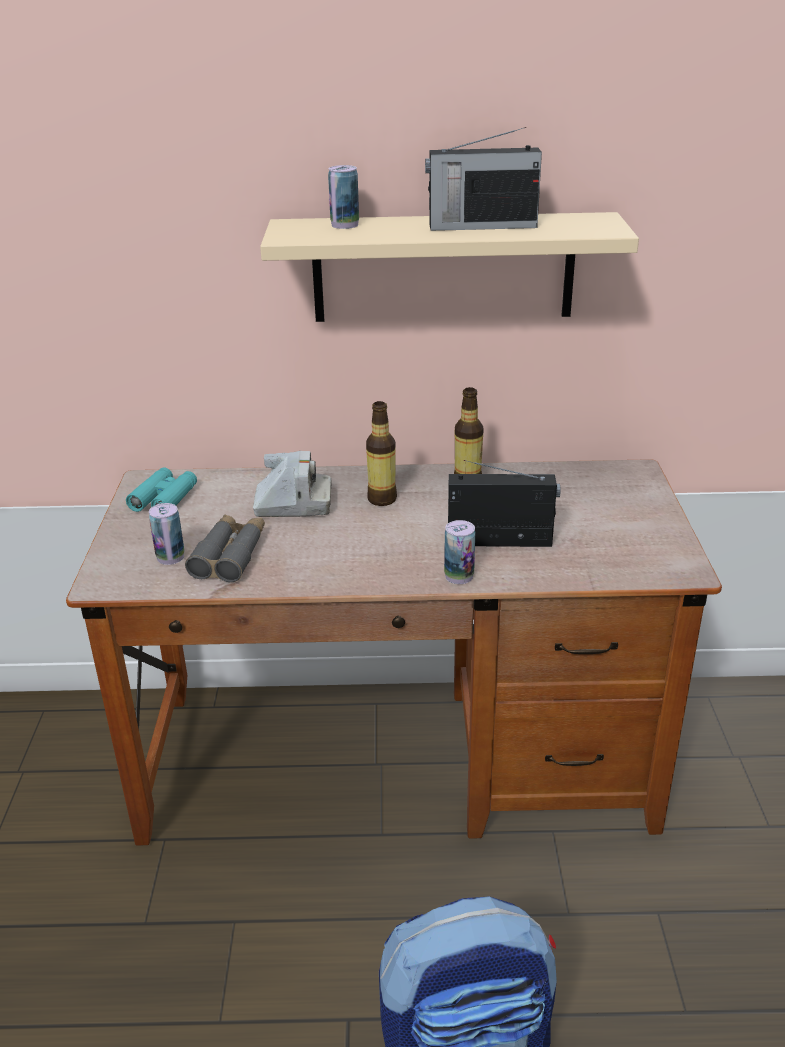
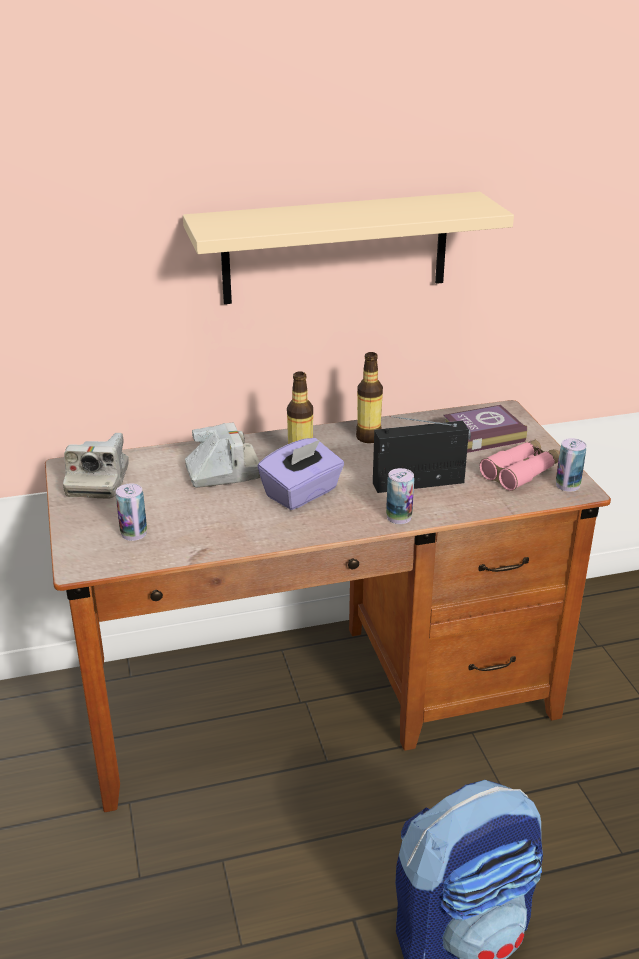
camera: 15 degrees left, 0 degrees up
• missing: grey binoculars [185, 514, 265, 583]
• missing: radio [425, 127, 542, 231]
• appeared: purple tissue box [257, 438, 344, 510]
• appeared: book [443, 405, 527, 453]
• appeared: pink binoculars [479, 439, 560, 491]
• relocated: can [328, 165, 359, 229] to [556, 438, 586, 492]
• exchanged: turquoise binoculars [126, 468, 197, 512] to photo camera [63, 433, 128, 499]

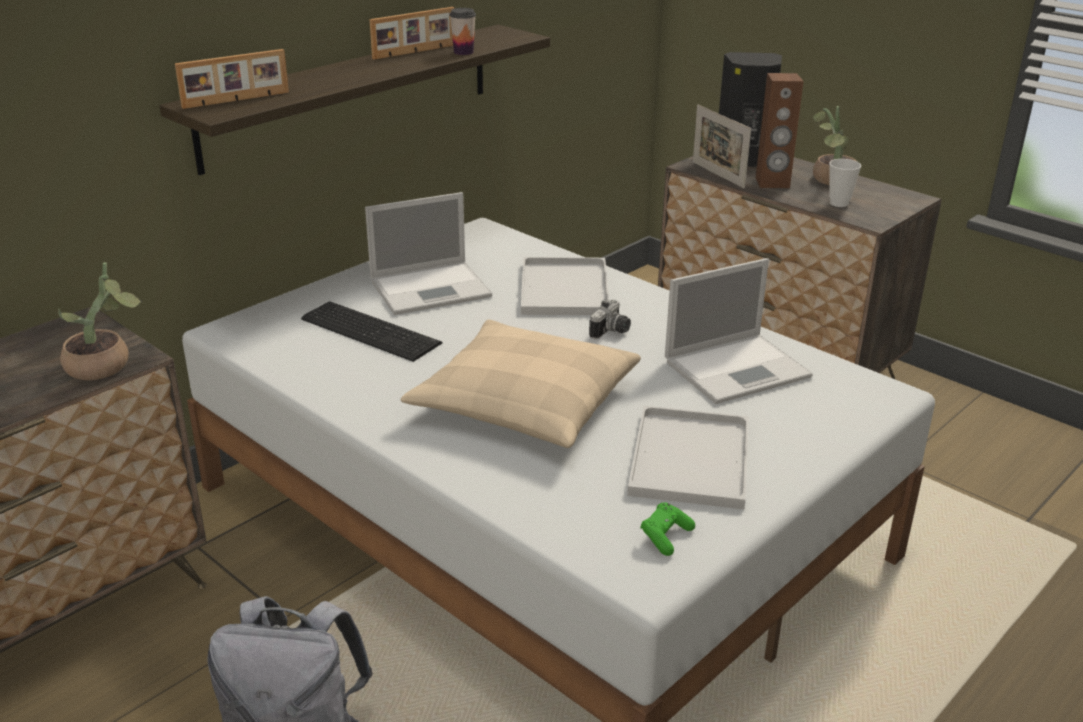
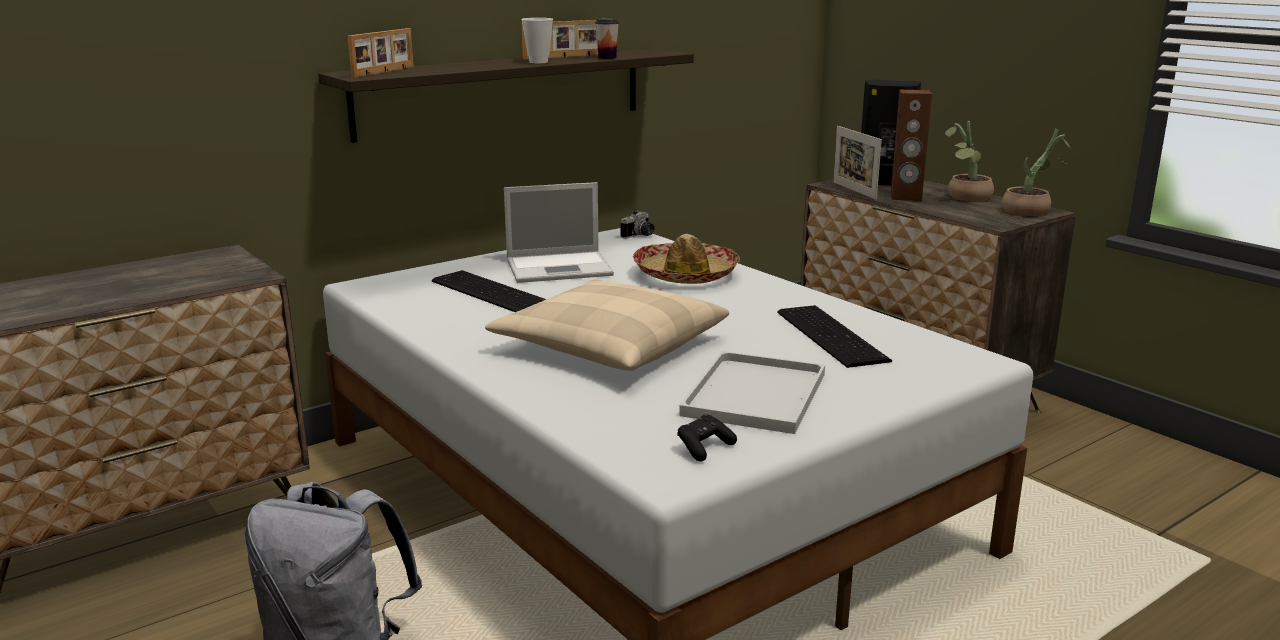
camera: 10 degrees right, 10 degrees down
• relocated: potted plant [58, 262, 143, 380] to [1002, 129, 1071, 216]
• relocated: photo camera [589, 299, 631, 339] to [620, 210, 655, 239]
• relocated: cup [829, 159, 861, 207] to [521, 18, 553, 63]
• exchanged: white tray [521, 257, 609, 315] to hat [633, 234, 740, 284]
• exchanged: laptop [665, 258, 813, 404] to keyboard [777, 305, 892, 368]
• colour: green game controller [640, 502, 695, 556] to black game controller [677, 414, 737, 462]
• spun: picture frame [175, 49, 289, 109] = [348, 28, 414, 78] 45 degrees counterclockwise

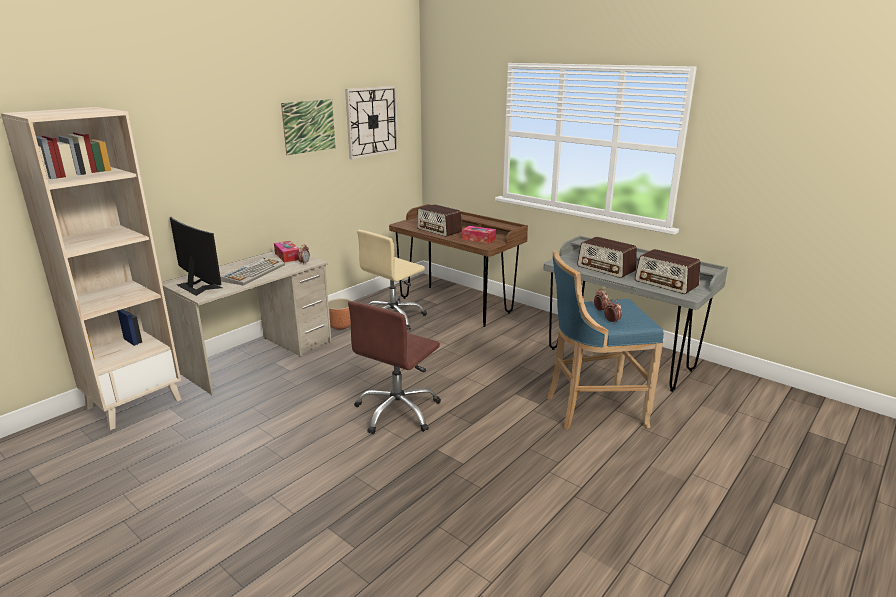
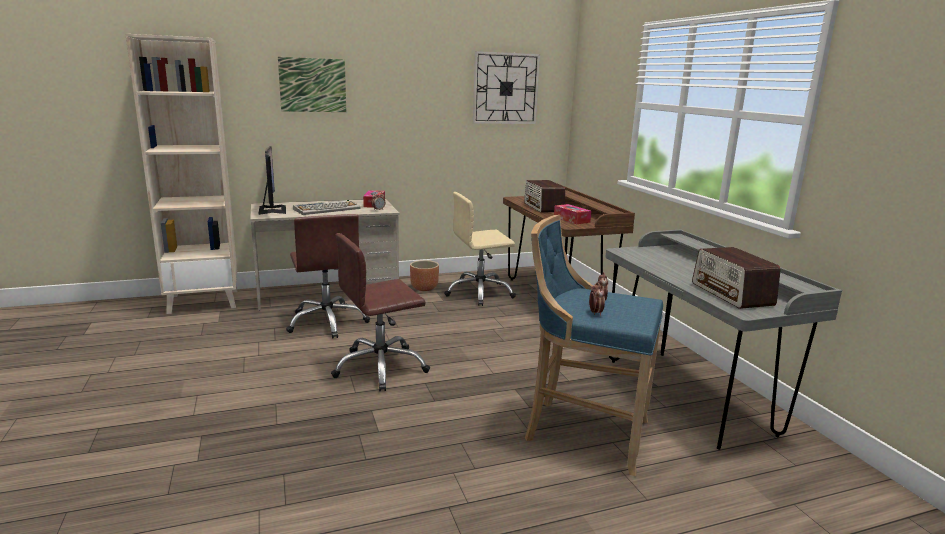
camera: 30 degrees right, 5 degrees down
• missing: radio [577, 237, 637, 278]
• appeared: brown office chair [286, 214, 370, 339]
• relocated: picture [281, 99, 336, 155] to [278, 57, 346, 112]

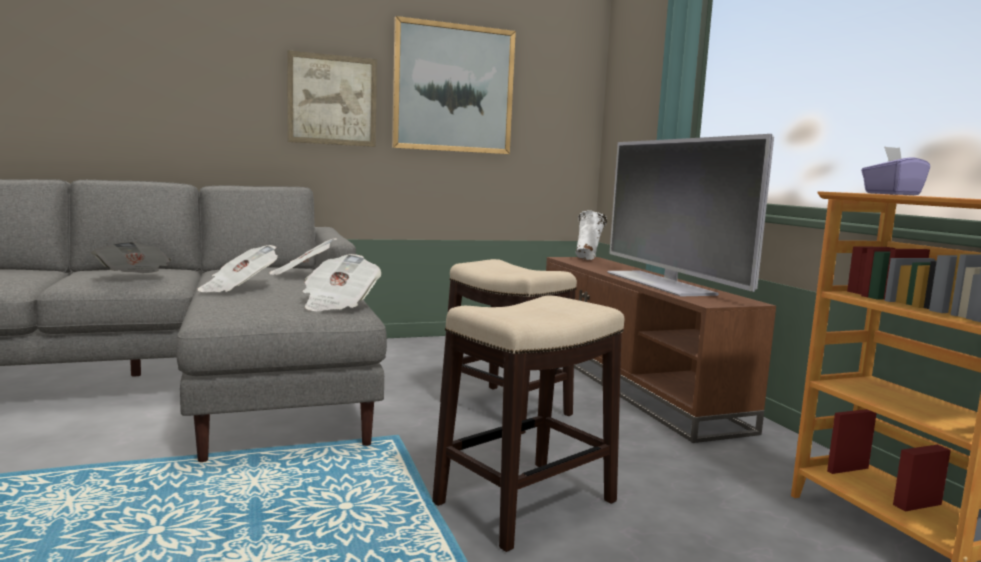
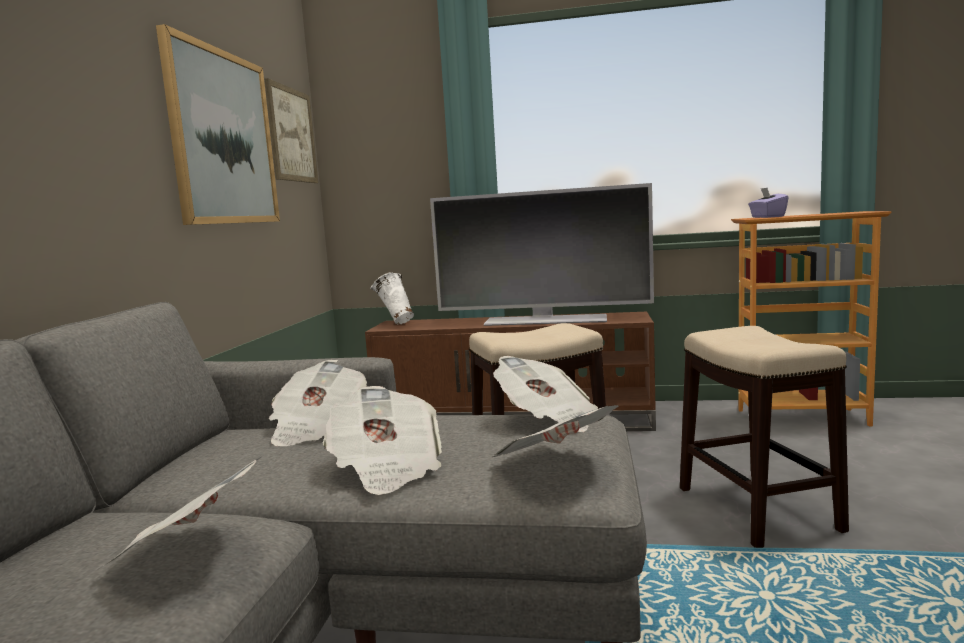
camera: 60 degrees left, 0 degrees up
• appeared: newspaper [493, 405, 618, 457]
• relocated: picture [287, 50, 377, 147] to [265, 78, 318, 183]

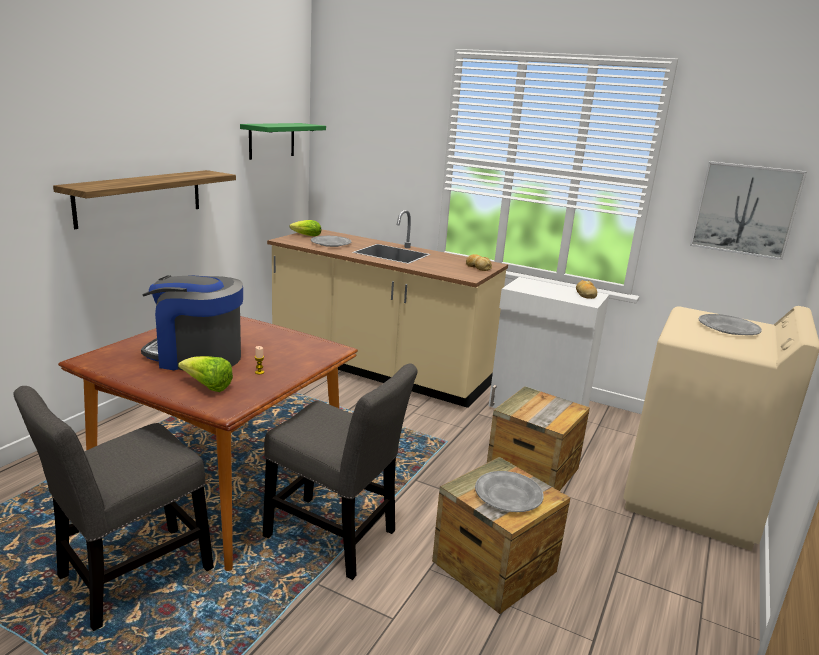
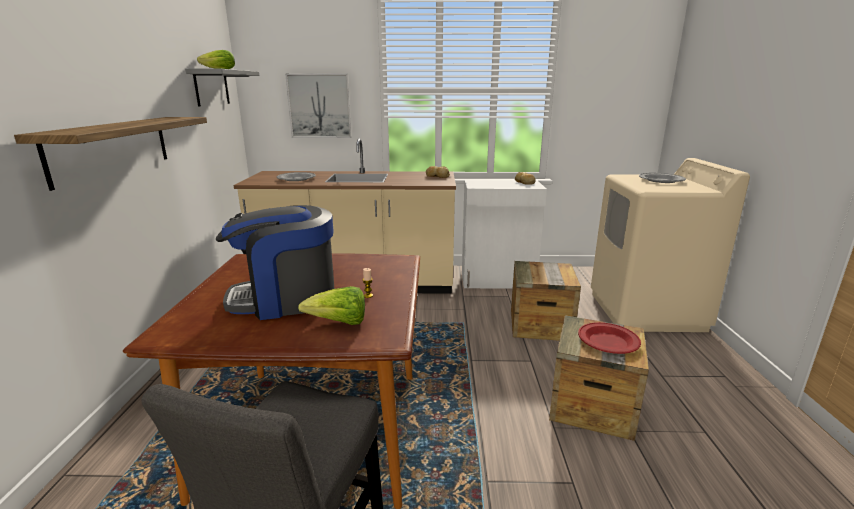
camera: 25 degrees left, 0 degrees up
• missing: grey chair [263, 364, 417, 580]
• relocated: lettuce [290, 220, 321, 236] to [197, 50, 235, 69]
• relocated: picture [690, 161, 807, 260] to [285, 74, 352, 138]
• colour: green shelf [240, 123, 326, 160] to grey shelf [185, 69, 259, 106]
• colour: grey plate [475, 471, 543, 512] to red plate [578, 322, 641, 354]

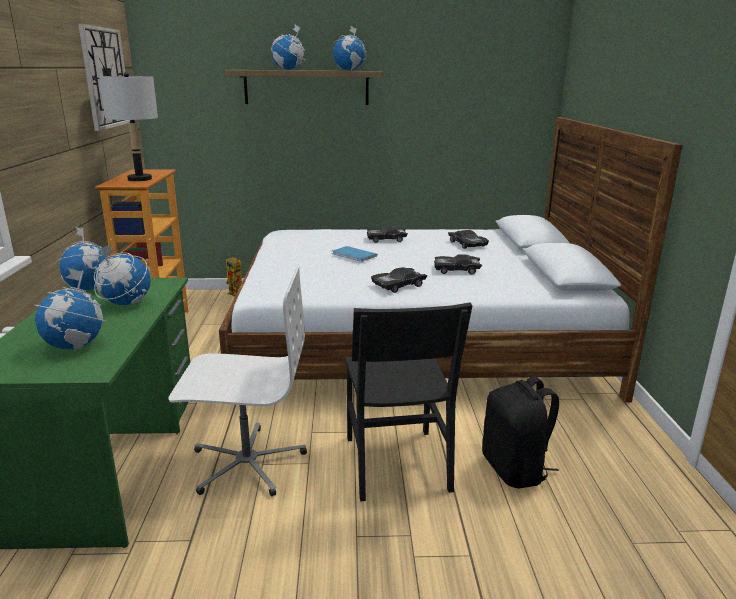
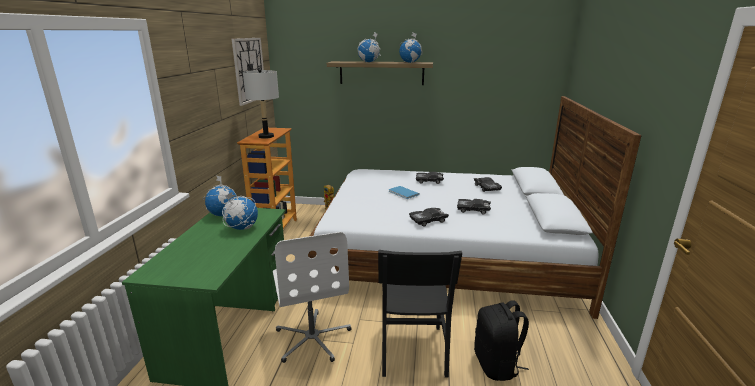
camera: 10 degrees right, 0 degrees up
• missing: globe [34, 268, 107, 350]
• spun: white office chair [168, 264, 307, 496] = [273, 232, 351, 363] 60 degrees clockwise

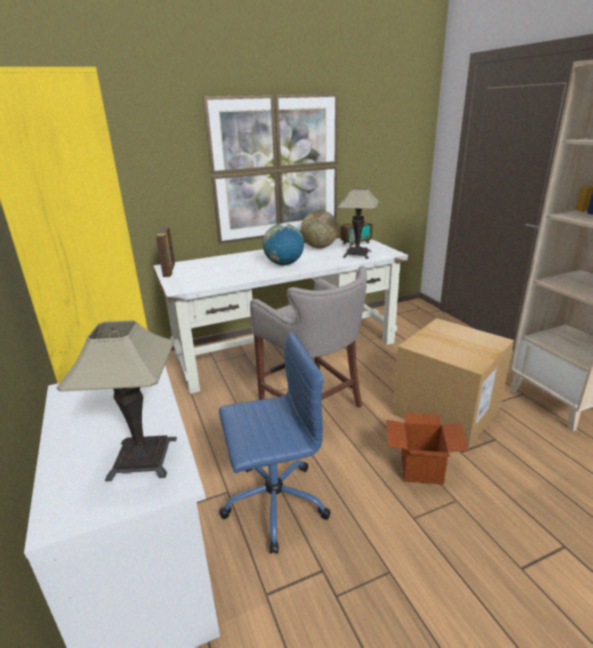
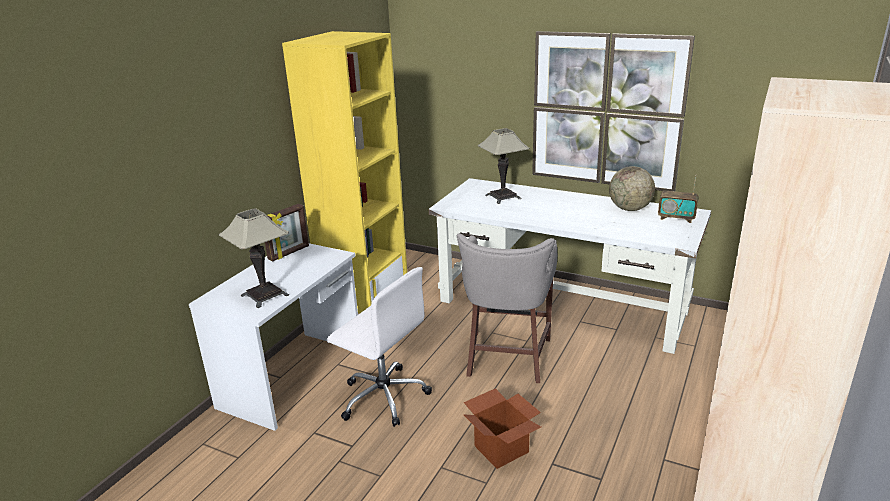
camera: 50 degrees right, 0 degrees up
• missing: globe [263, 223, 304, 265]
• missing: cardboard box [392, 318, 514, 448]
• relocated: picture frame [156, 227, 175, 277] to [265, 204, 309, 261]
• relocated: table lamp [337, 187, 380, 259] to [478, 128, 530, 204]
• colour: blue office chair [219, 332, 331, 554] to white office chair [327, 267, 432, 427]

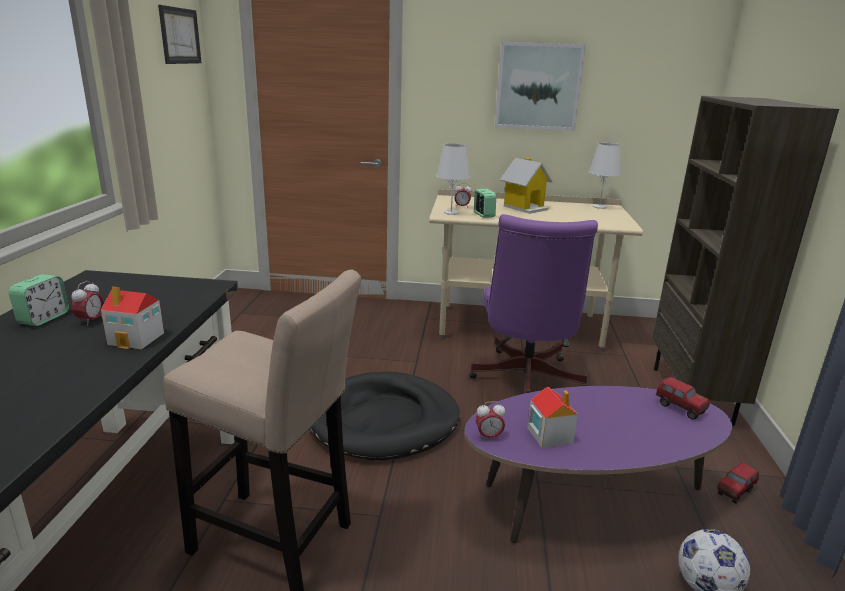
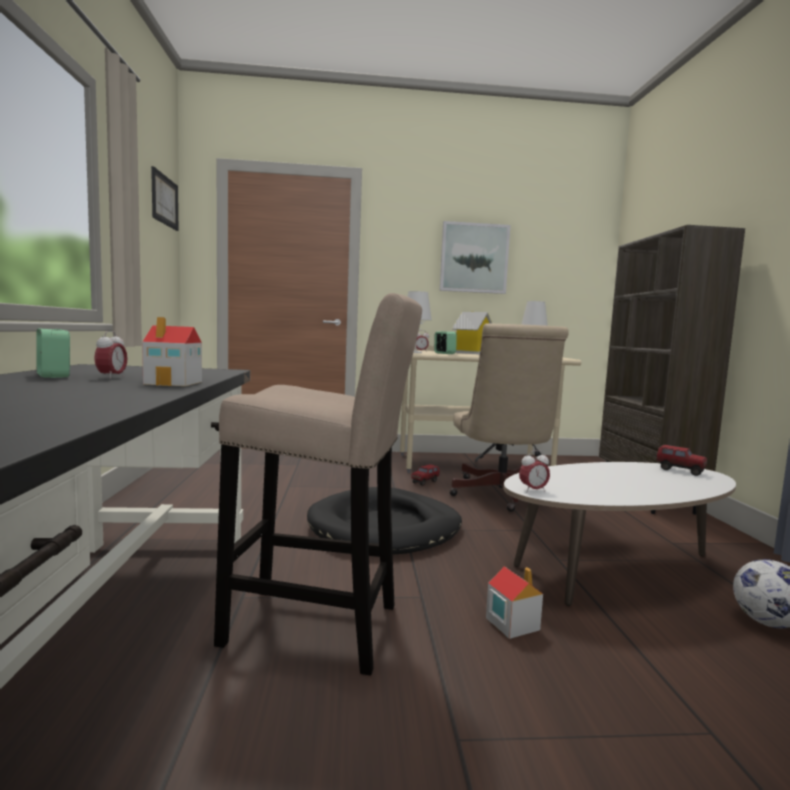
camera: 10 degrees left, 15 degrees down
• relocated: toy house [527, 386, 578, 448] to [486, 566, 543, 639]
• relocated: toy truck [717, 462, 759, 504] to [411, 464, 440, 486]
• colour: purple coffee table [464, 386, 732, 543] to white coffee table [504, 462, 736, 606]
• colour: purple office chair [469, 214, 598, 393] to beige office chair [449, 323, 569, 512]
• spun: alarm clock [8, 274, 69, 326] = [36, 328, 70, 378] 135 degrees clockwise

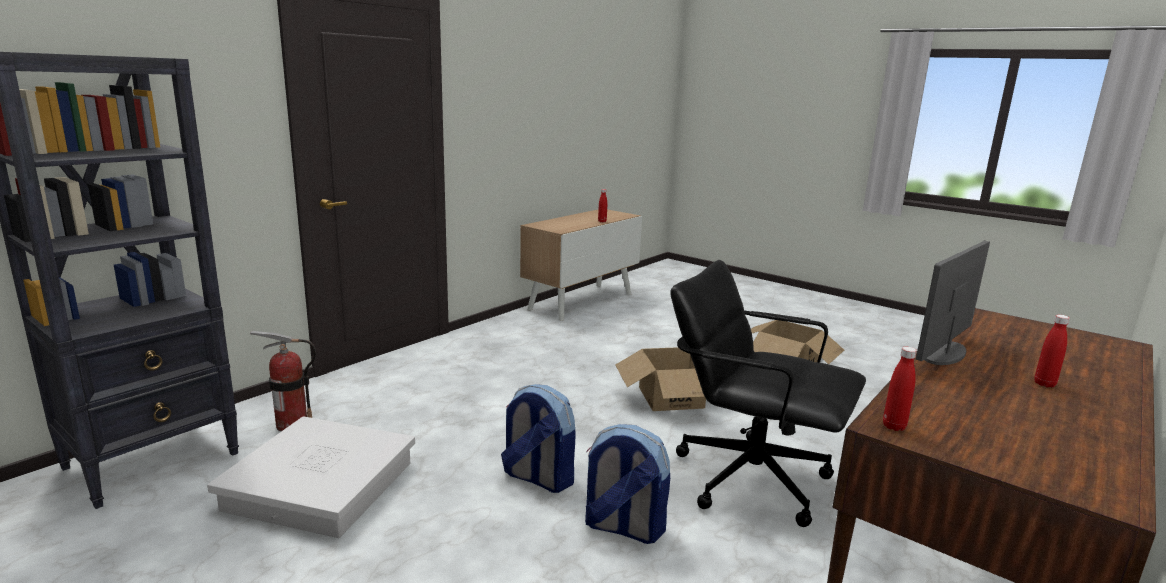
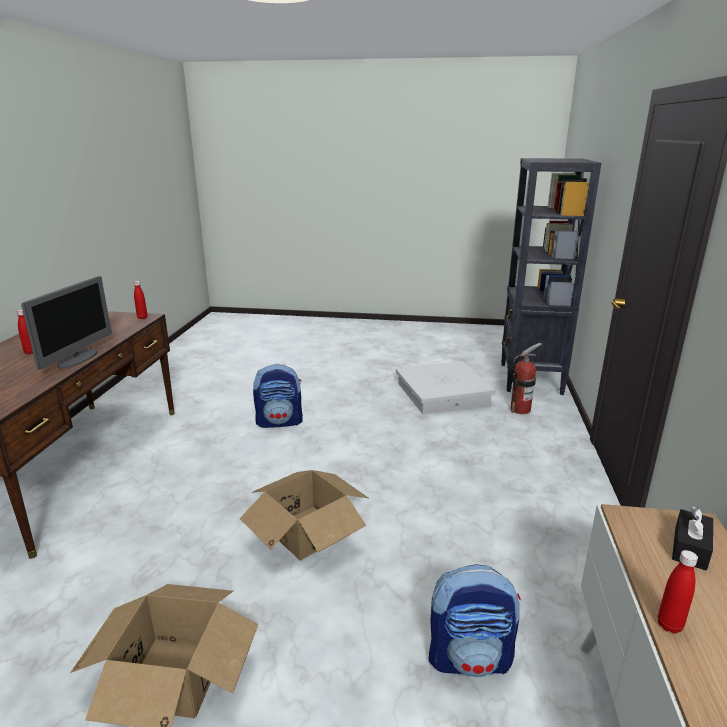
camera: 150 degrees right, 5 degrees up
• missing: black office chair [670, 260, 866, 527]
• appeared: black tissue box [672, 507, 713, 570]
• relocated: backpack [501, 384, 576, 493] to [429, 564, 521, 678]

